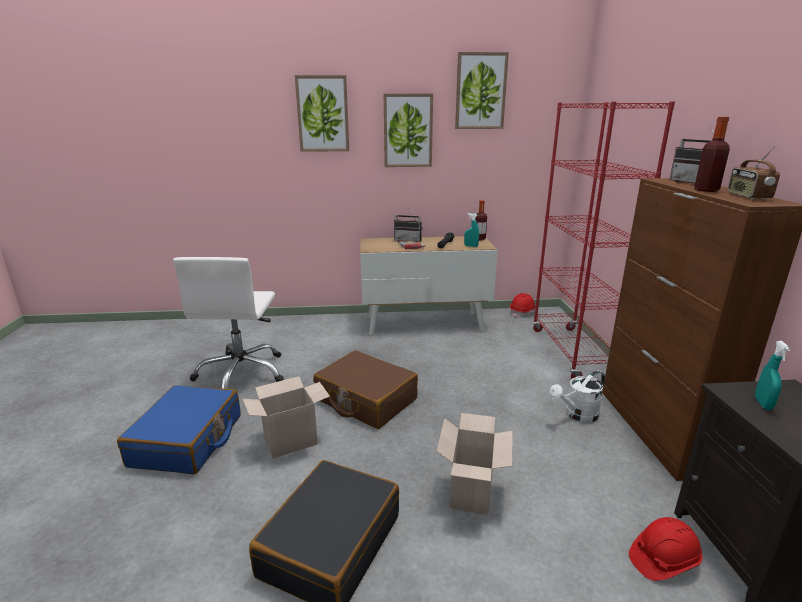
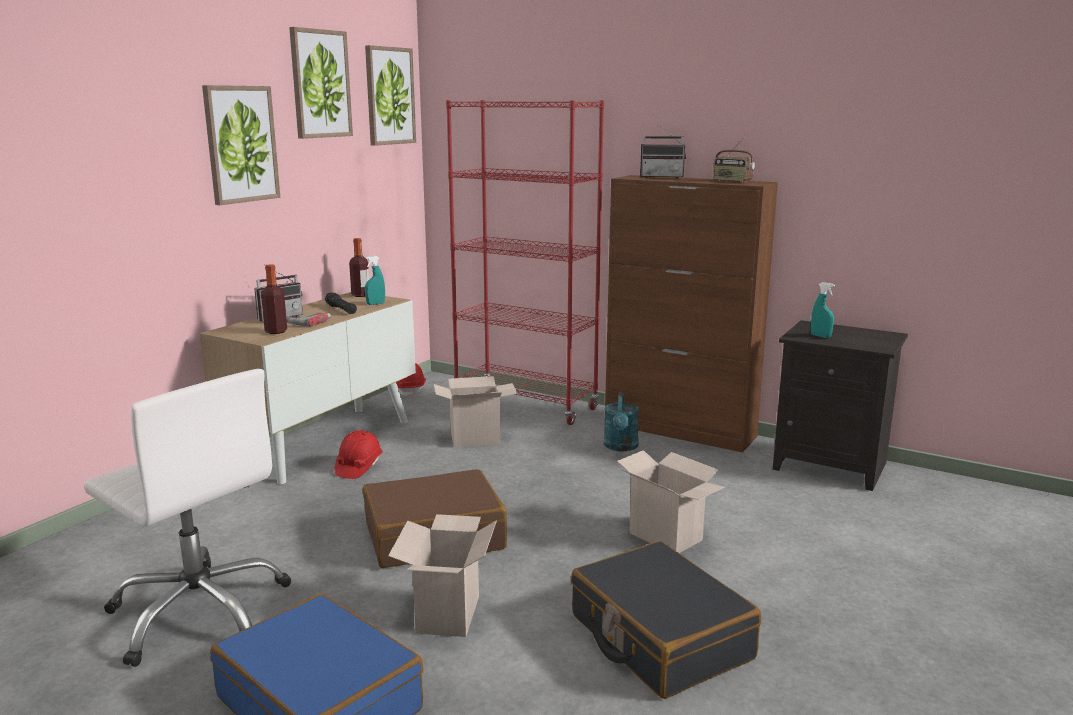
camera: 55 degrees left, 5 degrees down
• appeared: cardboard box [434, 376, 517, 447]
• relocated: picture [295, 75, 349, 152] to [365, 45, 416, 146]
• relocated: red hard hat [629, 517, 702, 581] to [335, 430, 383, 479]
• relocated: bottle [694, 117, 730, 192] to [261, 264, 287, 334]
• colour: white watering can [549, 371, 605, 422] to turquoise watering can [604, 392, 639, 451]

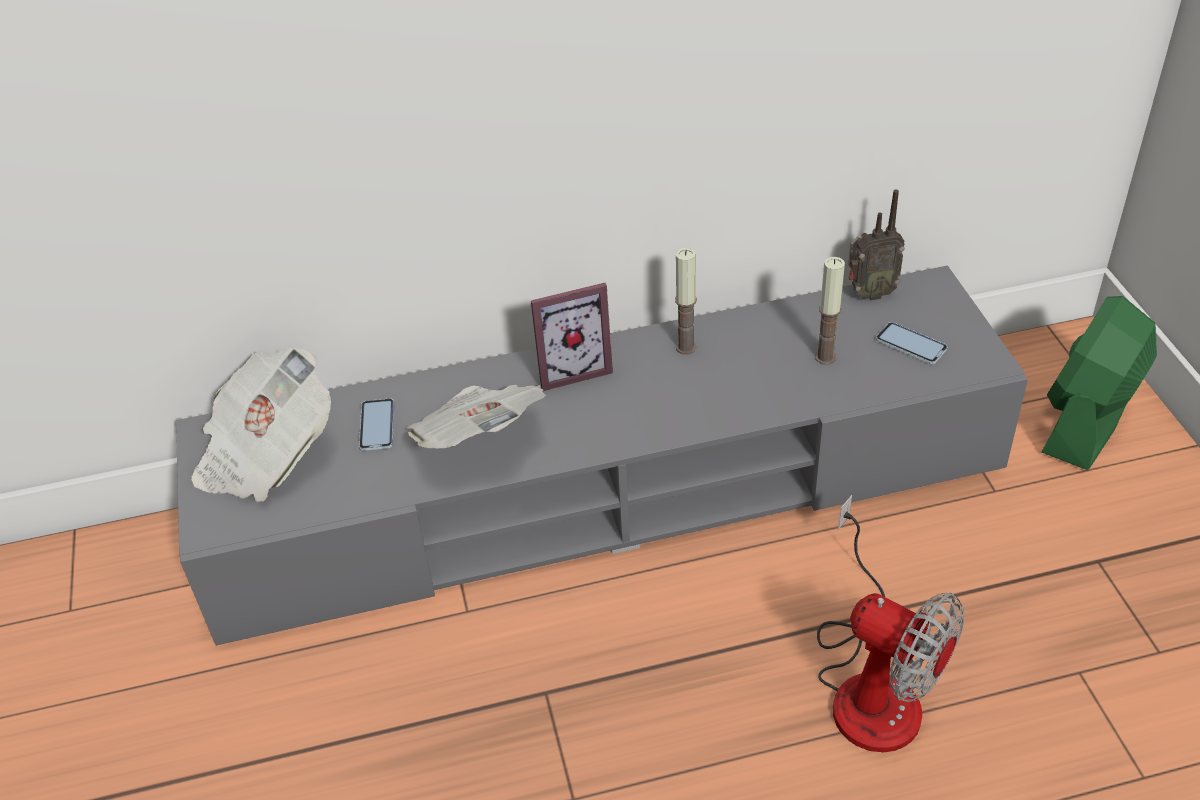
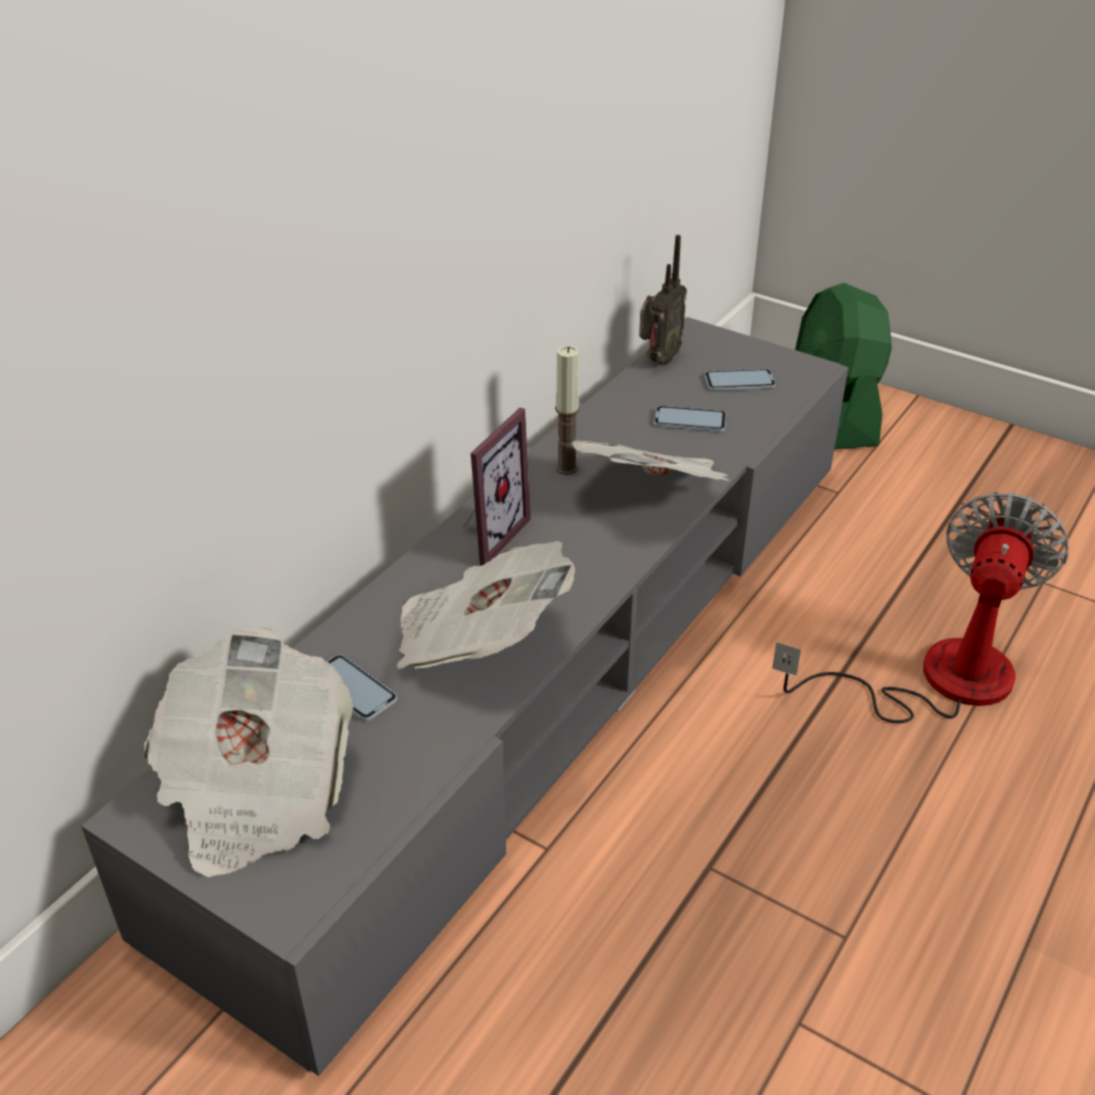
camera: 45 degrees left, 5 degrees down
• appeared: newspaper [572, 441, 730, 481]
• exchanged: candle [815, 257, 845, 365] to phone [654, 406, 726, 432]
• spun: fan [817, 495, 964, 752] = [772, 492, 1069, 723] 60 degrees counterclockwise

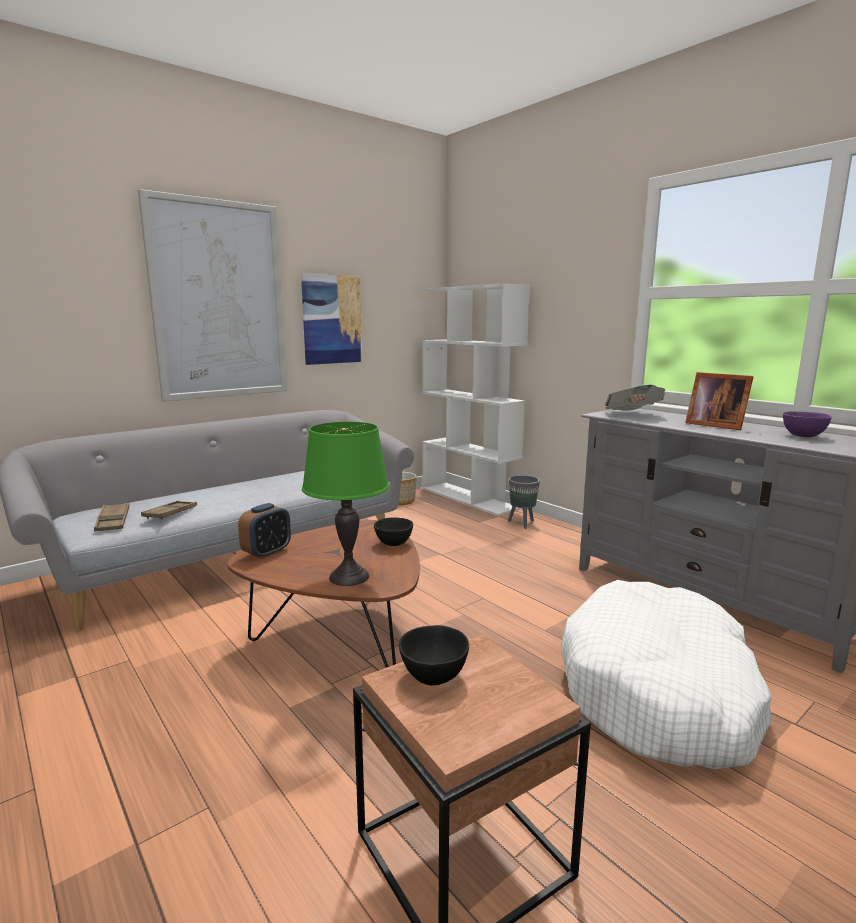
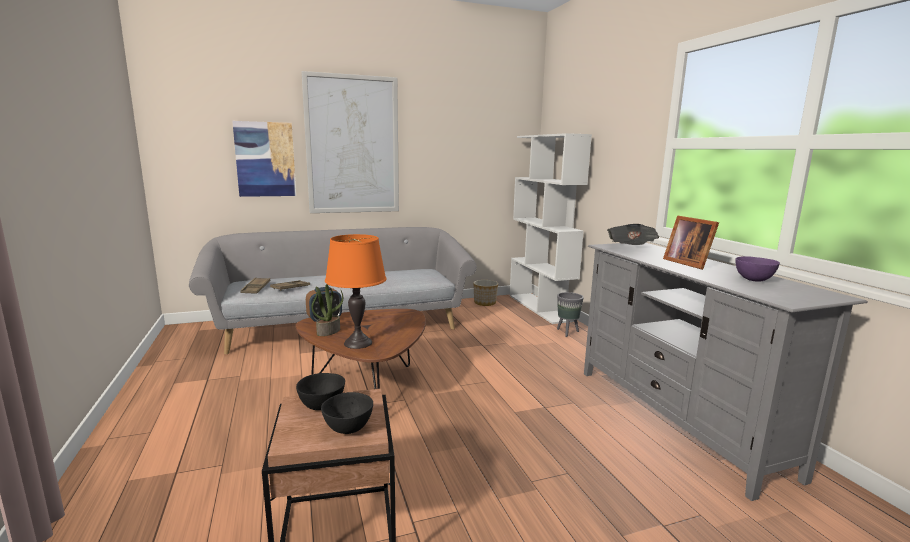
camera: 20 degrees right, 0 degrees up
• missing: white dog bed [561, 580, 773, 769]
• appeared: potted plant [312, 284, 343, 336]
• relocated: picture [301, 273, 362, 365] to [232, 121, 296, 197]
• relocated: black bowl [374, 517, 413, 546] to [321, 392, 373, 434]
• colour: green table lamp [302, 422, 389, 586] to orange table lamp [325, 234, 386, 349]

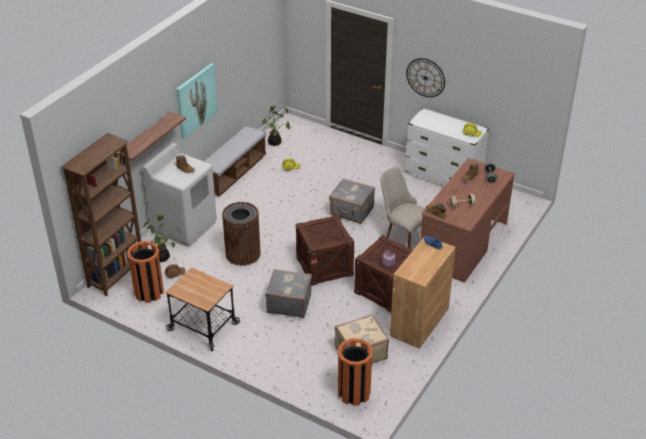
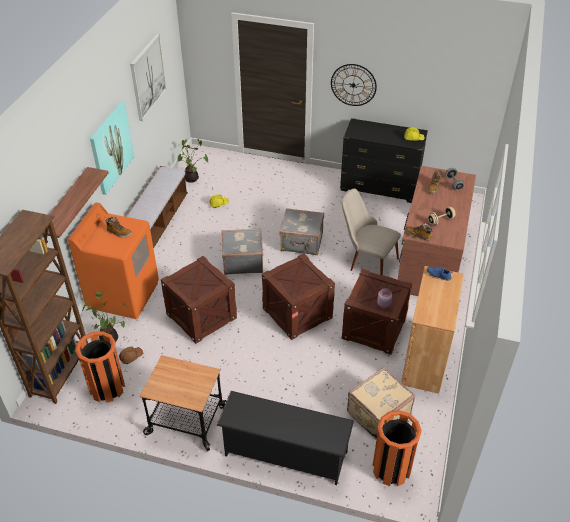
camera: 15 degrees left, 5 degrees up
• appeared: picture [130, 34, 167, 121]
• appeared: black shoe rack [217, 391, 354, 485]
• relocated: grey suitcase [265, 269, 312, 318] to [222, 228, 263, 275]
• exchanged: brown trash can [222, 202, 261, 266] to crate [161, 256, 237, 344]
• colour: white washing machine [143, 143, 217, 247] to orange washing machine [68, 203, 159, 319]
• colour: white dresser [405, 108, 489, 185] to black dresser [340, 118, 428, 203]

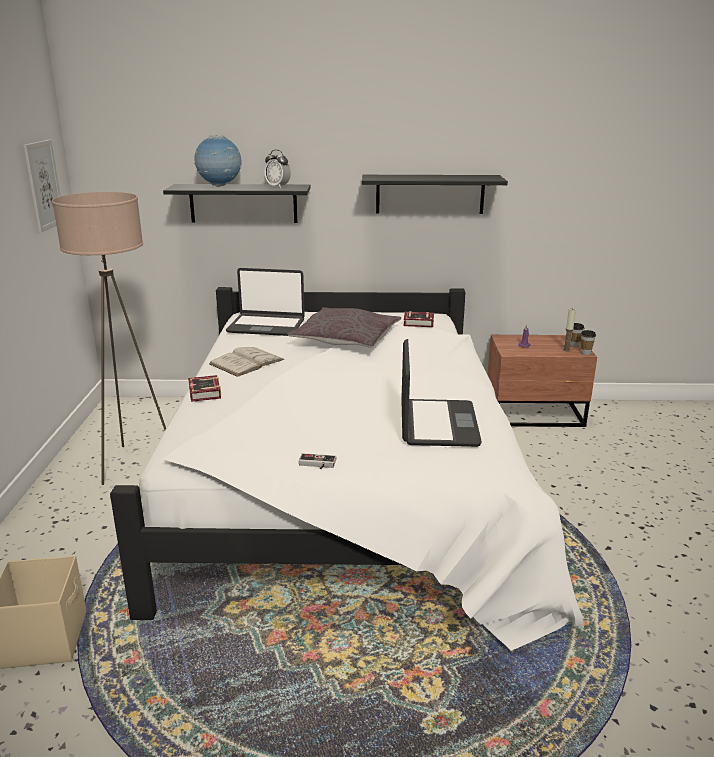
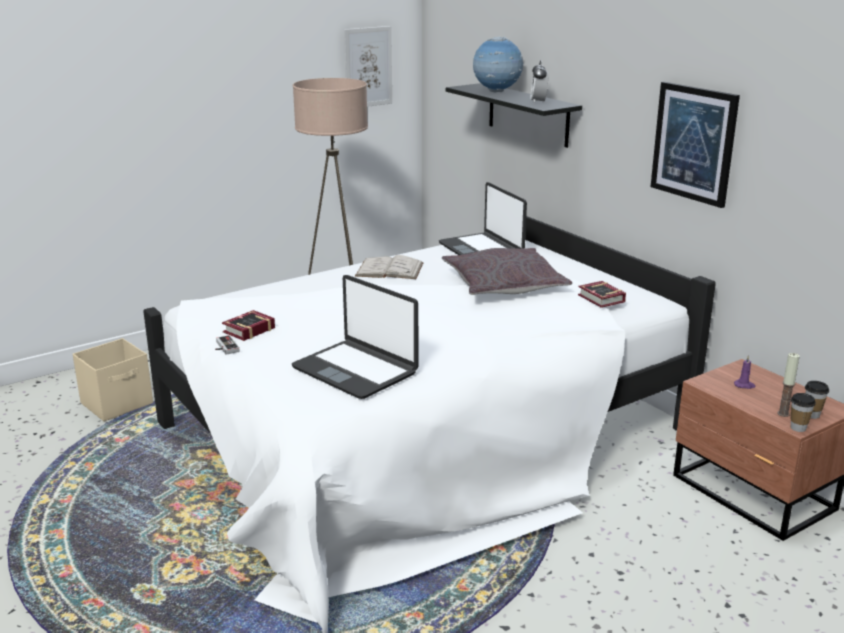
camera: 55 degrees right, 0 degrees up
• relocated: book [188, 375, 221, 402] to [222, 310, 275, 341]
• exchanged: black shelf [362, 175, 508, 214] to picture [651, 82, 740, 208]
• spun: laptop [401, 339, 482, 447] = [292, 275, 418, 399] 75 degrees clockwise

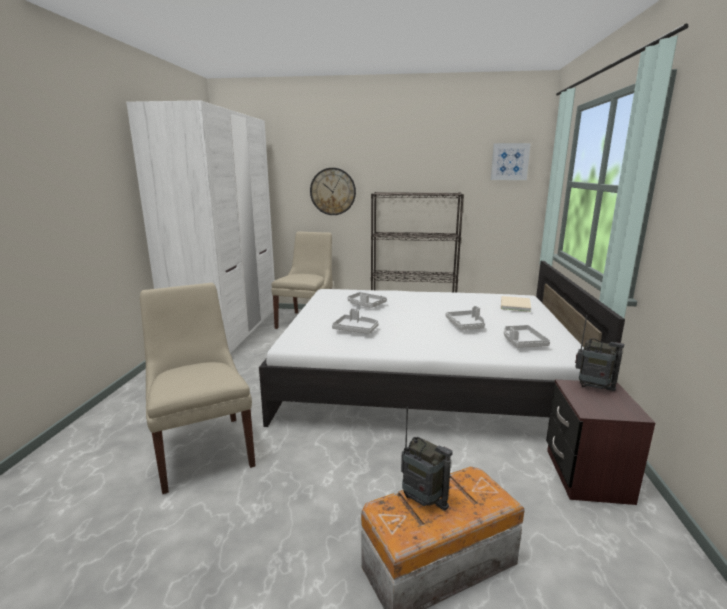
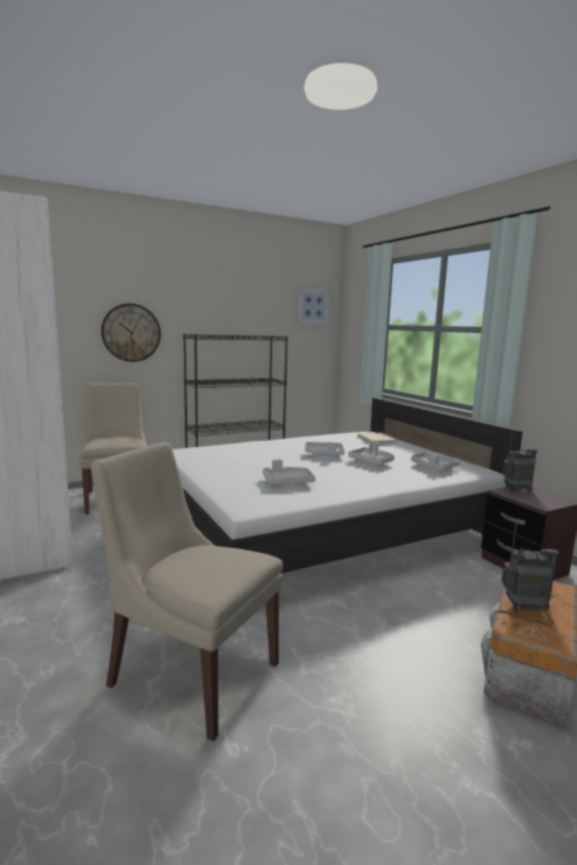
camera: 35 degrees left, 5 degrees down
• relocated: grey tray [348, 292, 387, 308] to [305, 442, 345, 455]

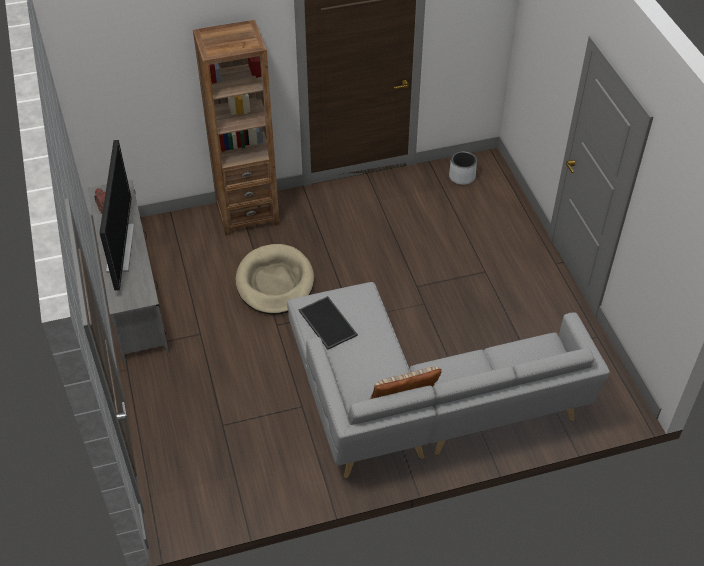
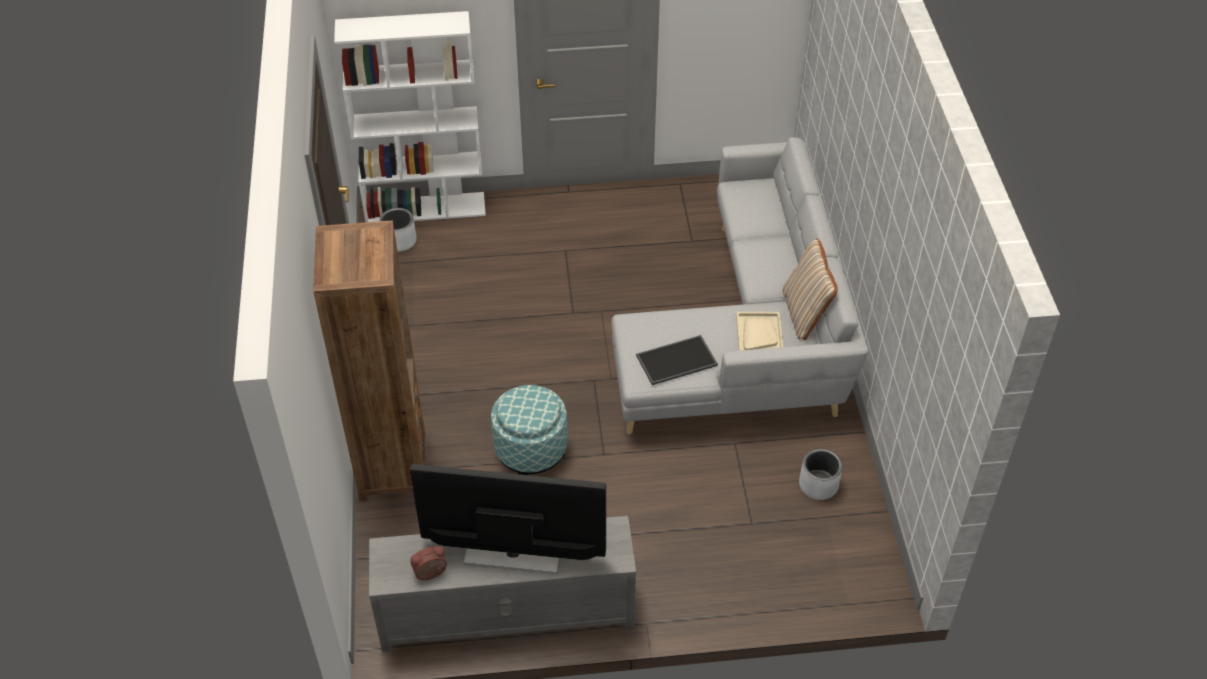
camera: 80 degrees left, 0 degrees up
• appeared: white bookcase [334, 11, 486, 222]
• appeared: beige tray [736, 312, 783, 351]
• appeared: grey planter [799, 448, 842, 500]
• exchanged: beige dog bed [235, 244, 314, 315] to ottoman [491, 385, 568, 475]

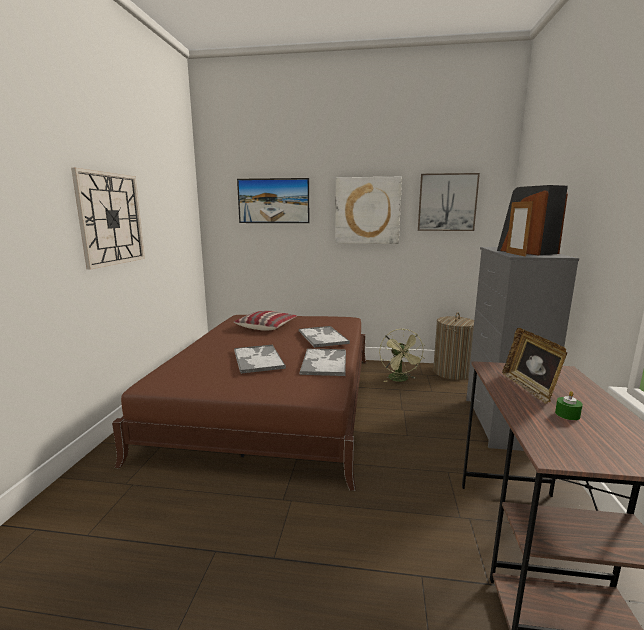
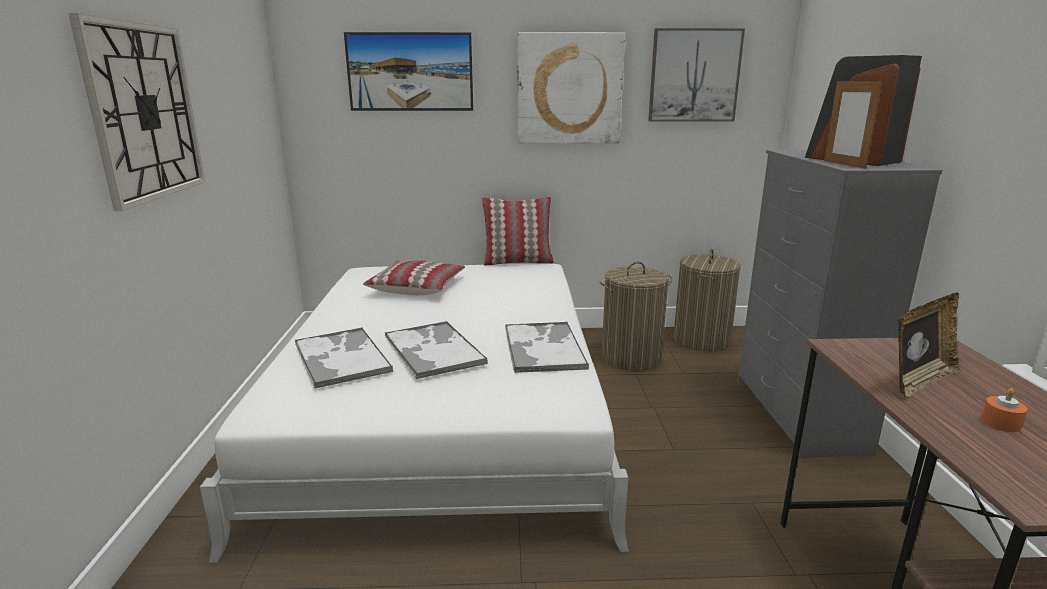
camera: 10 degrees left, 5 degrees up
• appeared: pillow [482, 197, 554, 266]
• relocated: tray [299, 326, 350, 347] to [295, 327, 393, 389]
• exchanged: green fan [379, 328, 425, 382] to laundry basket [599, 262, 672, 371]
• colour: brown bed [112, 315, 366, 491] to white bed [200, 263, 629, 563]
• colour: green candle [555, 391, 583, 420] to orange candle [981, 388, 1028, 432]
• spun: picture frame [502, 328, 567, 404] = [898, 293, 960, 398] 105 degrees counterclockwise

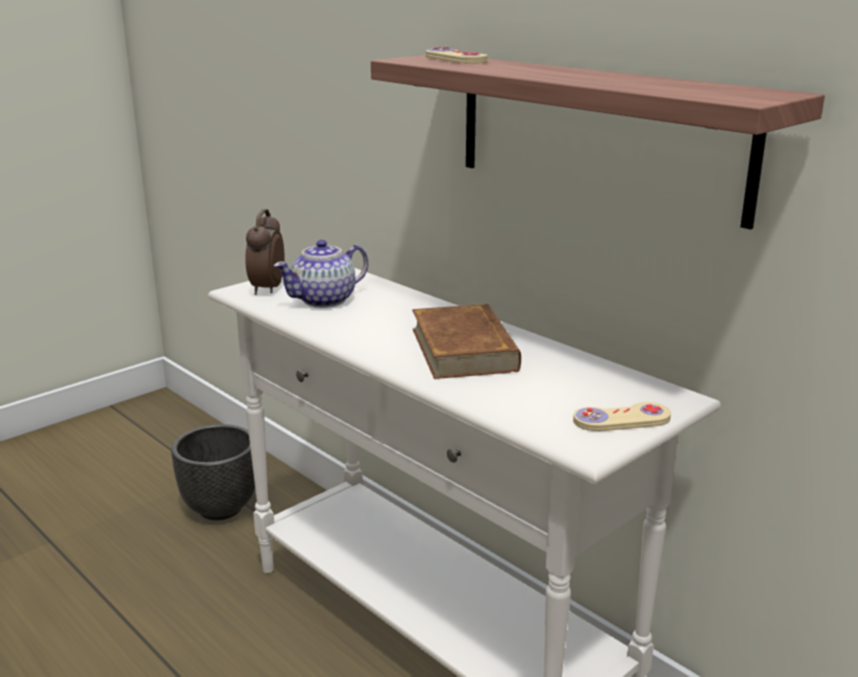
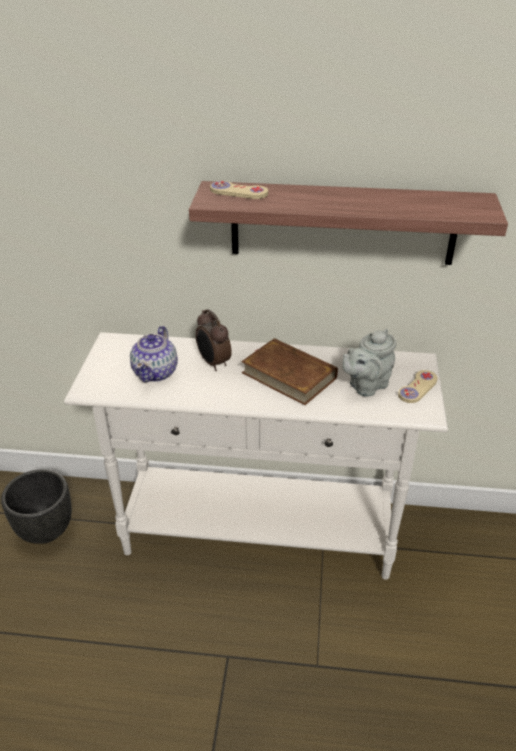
camera: 40 degrees left, 15 degrees up
• appeared: grey teapot [342, 329, 396, 397]
• relocated: alarm clock [245, 209, 285, 295] to [196, 309, 232, 371]

